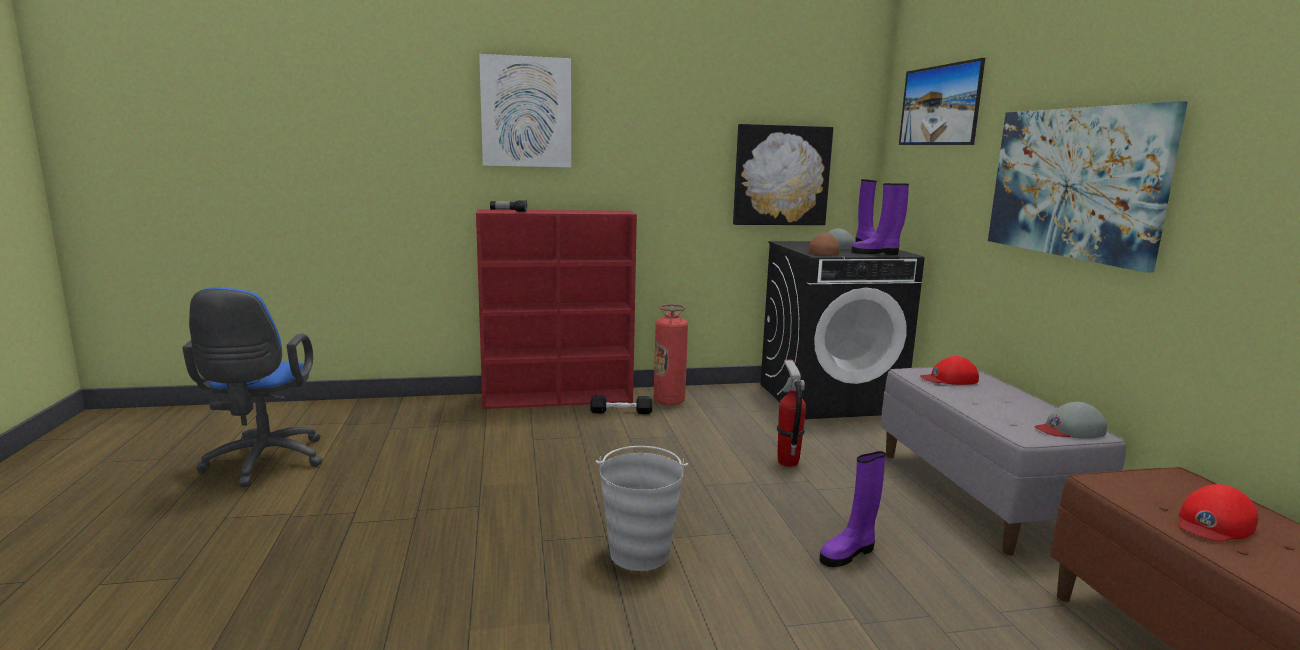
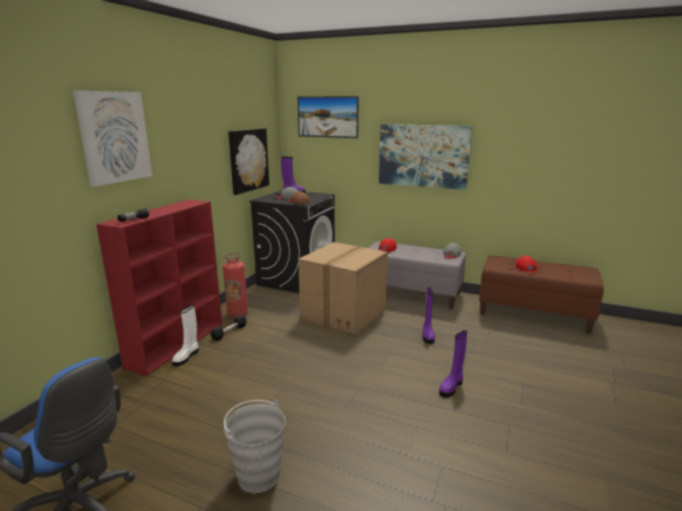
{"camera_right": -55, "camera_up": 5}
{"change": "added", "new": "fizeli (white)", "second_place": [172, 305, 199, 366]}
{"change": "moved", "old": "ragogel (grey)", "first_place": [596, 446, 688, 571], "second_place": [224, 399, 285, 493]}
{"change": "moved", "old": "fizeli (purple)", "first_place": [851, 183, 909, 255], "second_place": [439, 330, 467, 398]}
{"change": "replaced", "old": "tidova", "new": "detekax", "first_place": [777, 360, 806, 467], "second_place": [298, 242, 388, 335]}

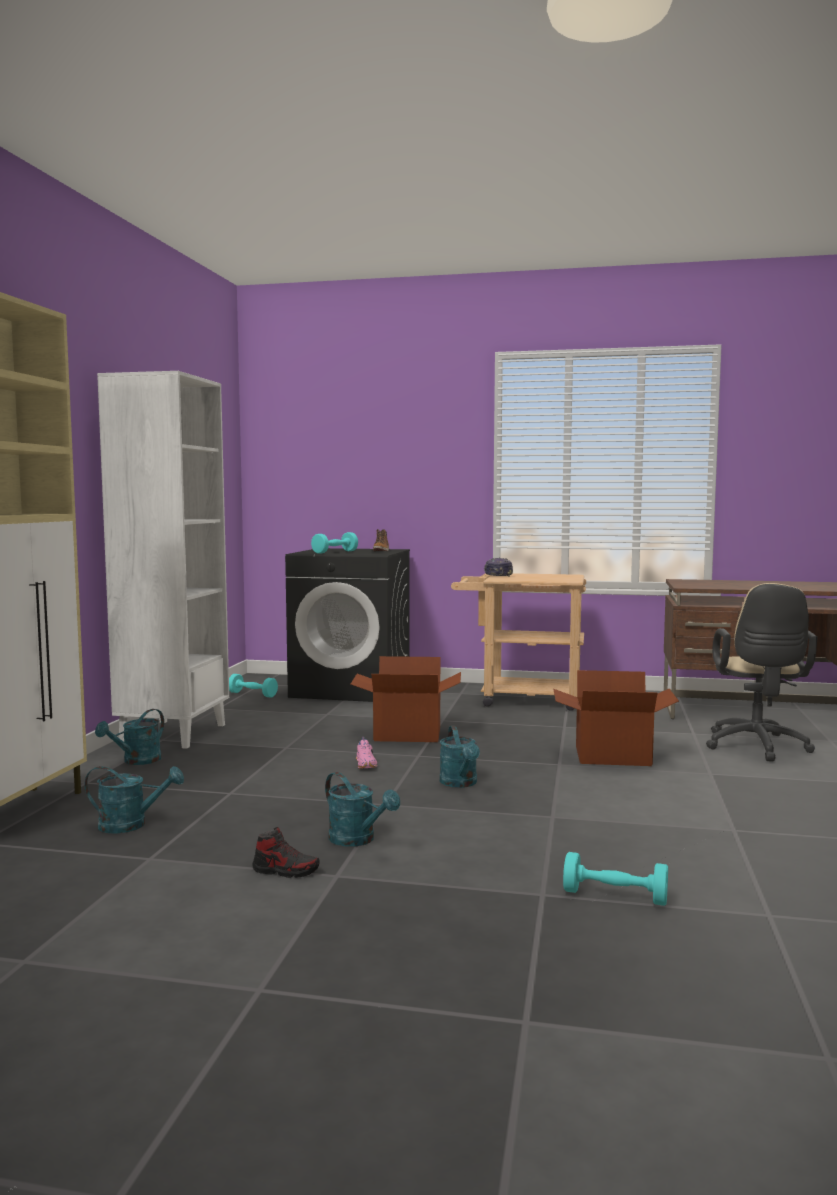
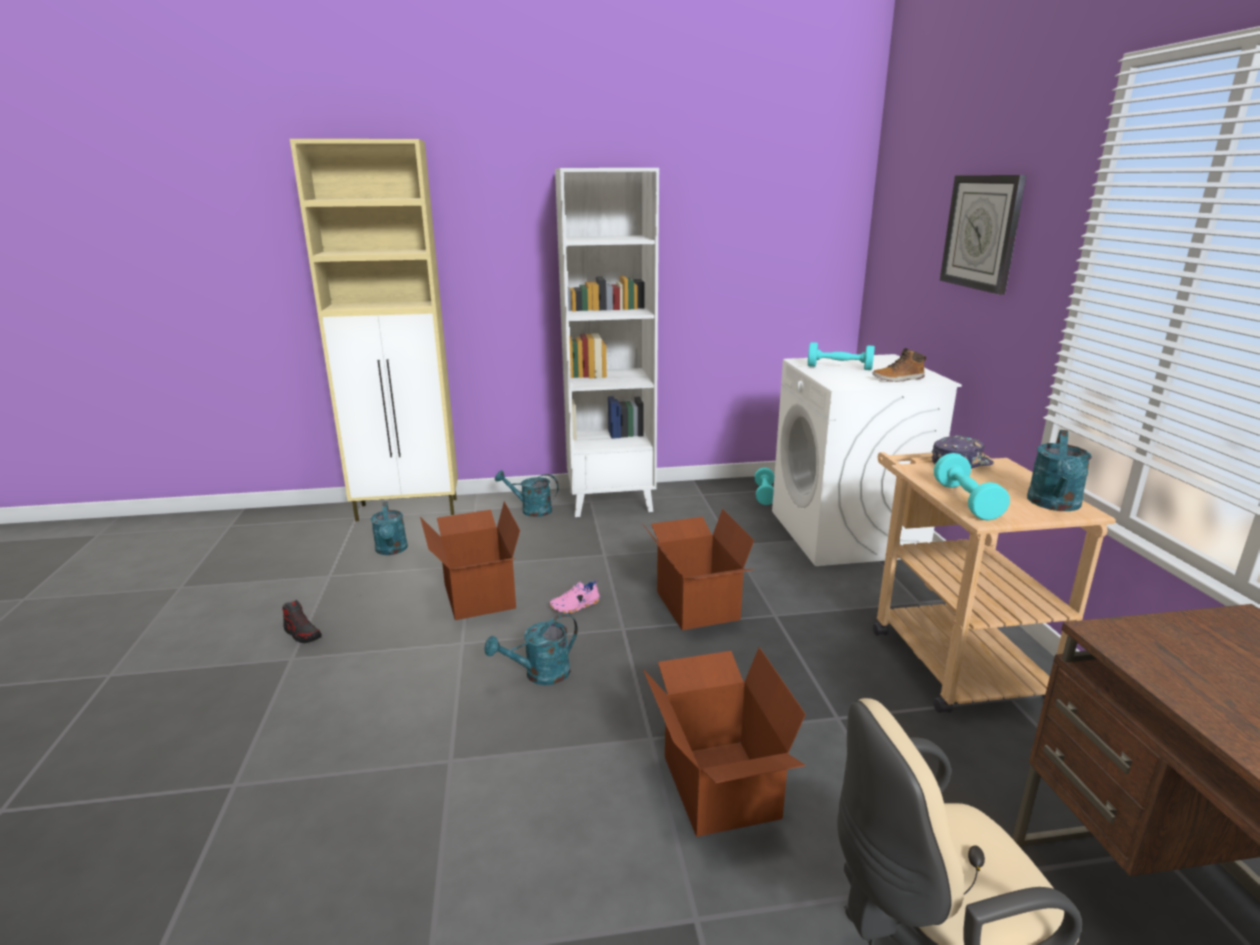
{"camera_right": 70, "camera_up": 15}
{"change": "added", "new": "detekax", "second_place": [420, 501, 520, 620]}
{"change": "added", "new": "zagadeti", "second_place": [940, 175, 1026, 295]}
{"change": "moved", "old": "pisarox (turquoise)", "first_place": [325, 772, 400, 847], "second_place": [1027, 430, 1092, 511]}
{"change": "moved", "old": "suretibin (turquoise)", "first_place": [563, 852, 668, 906], "second_place": [934, 453, 1010, 521]}
{"change": "recoloured", "old": "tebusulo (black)", "new": "tebusulo (white)", "first_place": [285, 548, 410, 702], "second_place": [772, 354, 962, 566]}
{"change": "turned", "old": "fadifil", "first_place": [252, 827, 320, 878], "second_place": [282, 600, 322, 643], "degrees": -45}

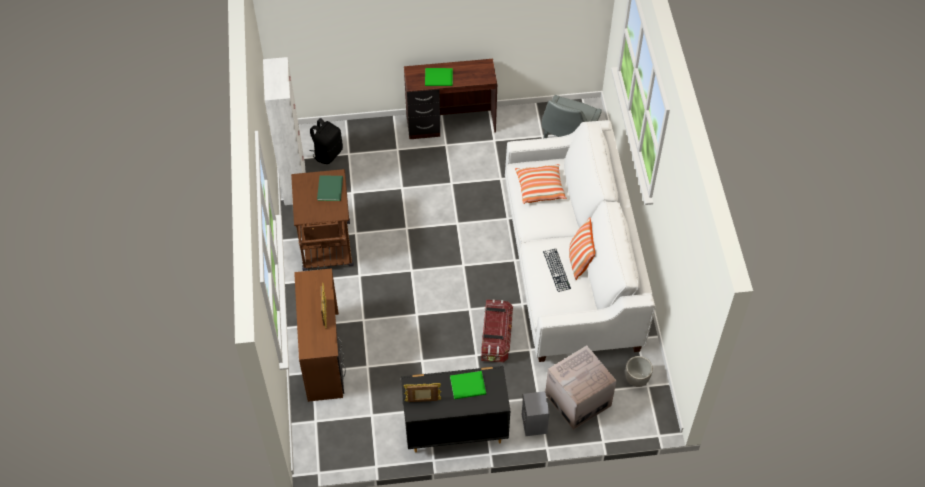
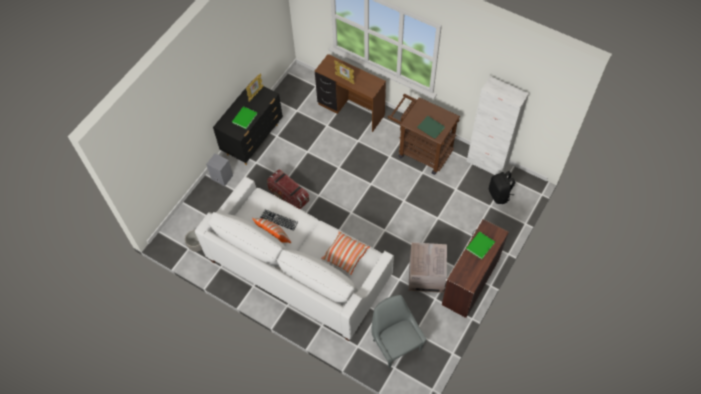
{"camera_right": 130, "camera_up": 5}
{"change": "moved", "old": "detekax", "first_place": [545, 346, 617, 430], "second_place": [408, 242, 447, 293]}

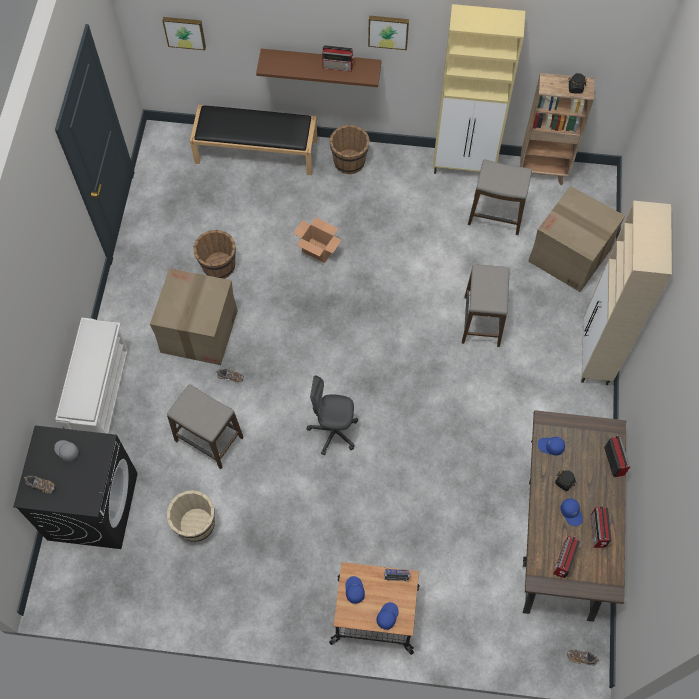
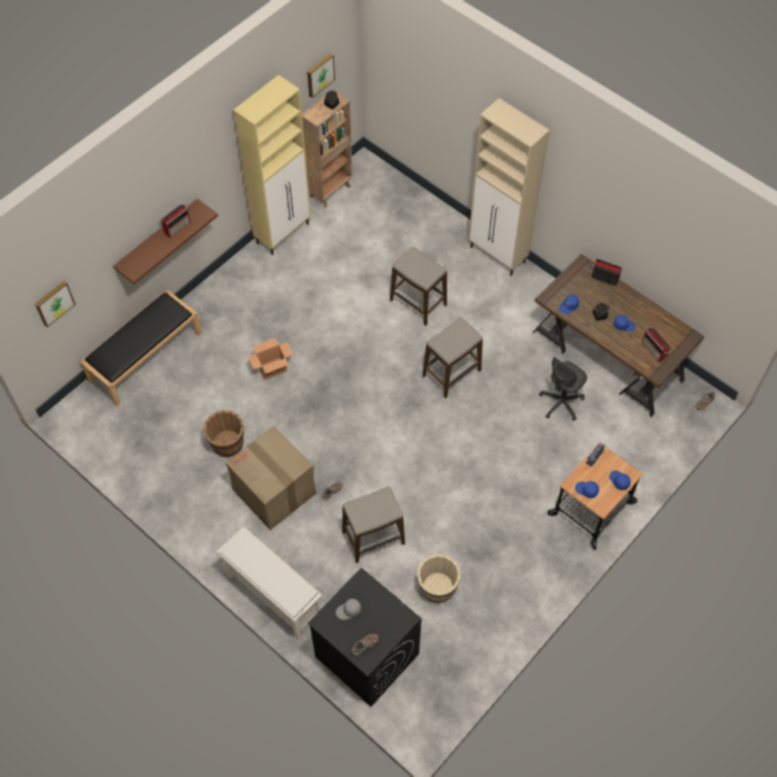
{"camera_right": -55, "camera_up": -5}
{"change": "removed", "old": "ragogel (brown)", "first_place": [329, 125, 370, 174]}
{"change": "removed", "old": "detekax", "first_place": [528, 186, 625, 292]}
{"change": "removed", "old": "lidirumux", "first_place": [590, 506, 612, 548]}
{"change": "moved", "old": "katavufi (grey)", "first_place": [307, 375, 358, 455], "second_place": [539, 357, 587, 421]}
{"change": "moved", "old": "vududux", "first_place": [368, 16, 409, 50], "second_place": [307, 53, 335, 98]}
{"change": "moved", "old": "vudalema", "first_place": [468, 160, 532, 235], "second_place": [422, 317, 483, 398]}

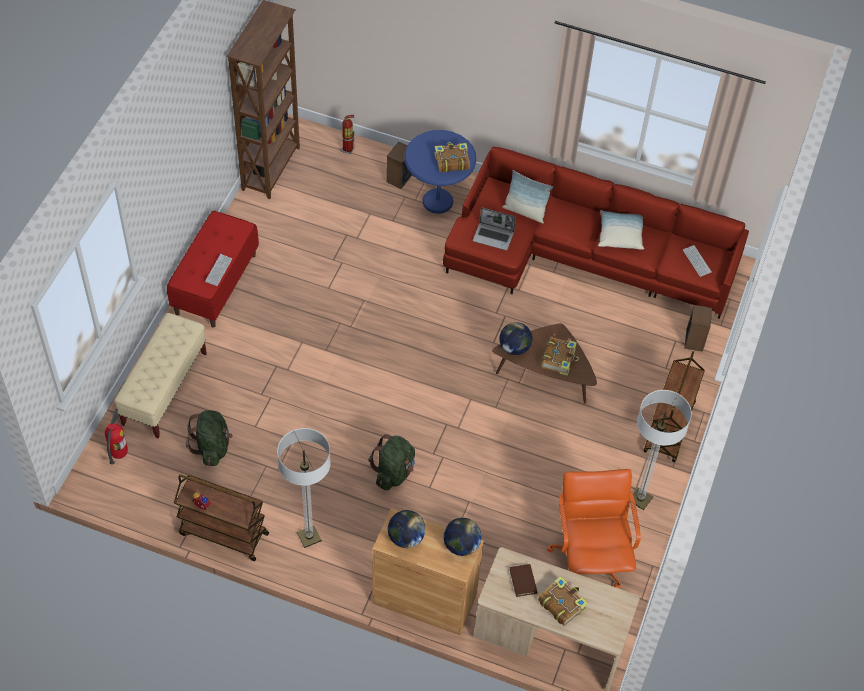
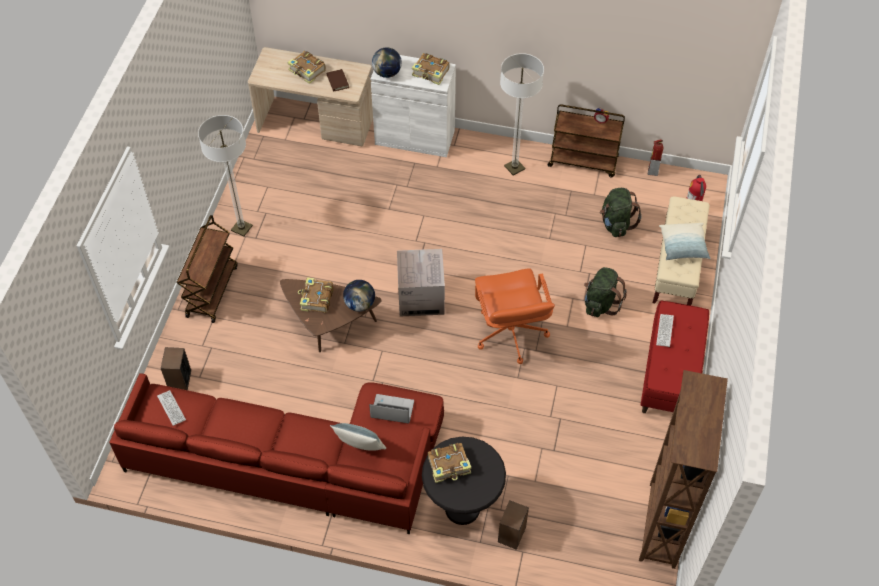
{"camera_right": 175, "camera_up": 0}
{"change": "added", "new": "detekax", "second_place": [397, 249, 445, 316]}
{"change": "moved", "old": "tidova", "first_place": [341, 115, 355, 154], "second_place": [648, 139, 663, 176]}
{"change": "moved", "old": "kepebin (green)", "first_place": [369, 434, 415, 491], "second_place": [584, 267, 627, 317]}
{"change": "moved", "old": "katavufi (orange)", "first_place": [547, 469, 641, 589], "second_place": [475, 268, 555, 364]}
{"change": "moved", "old": "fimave", "first_place": [598, 210, 644, 250], "second_place": [659, 223, 711, 260]}
{"change": "replaced", "old": "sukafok", "new": "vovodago", "first_place": [388, 510, 426, 548], "second_place": [412, 53, 450, 85]}
{"change": "recoloured", "old": "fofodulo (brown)", "new": "fofodulo (white)", "first_place": [372, 508, 484, 635], "second_place": [371, 55, 456, 157]}
{"change": "recoloured", "old": "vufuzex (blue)", "new": "vufuzex (black)", "first_place": [404, 130, 476, 214], "second_place": [422, 437, 506, 525]}

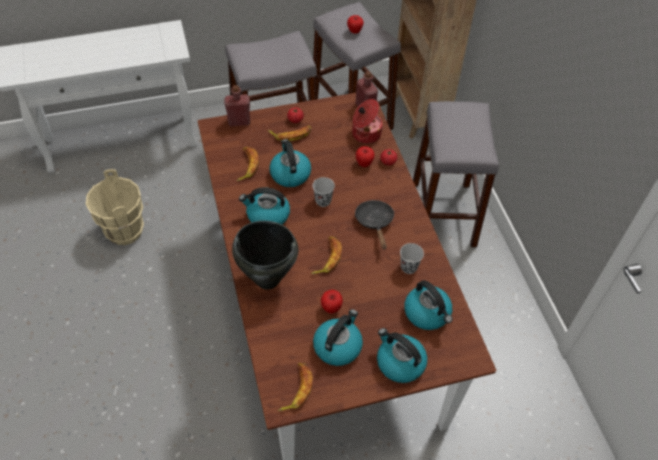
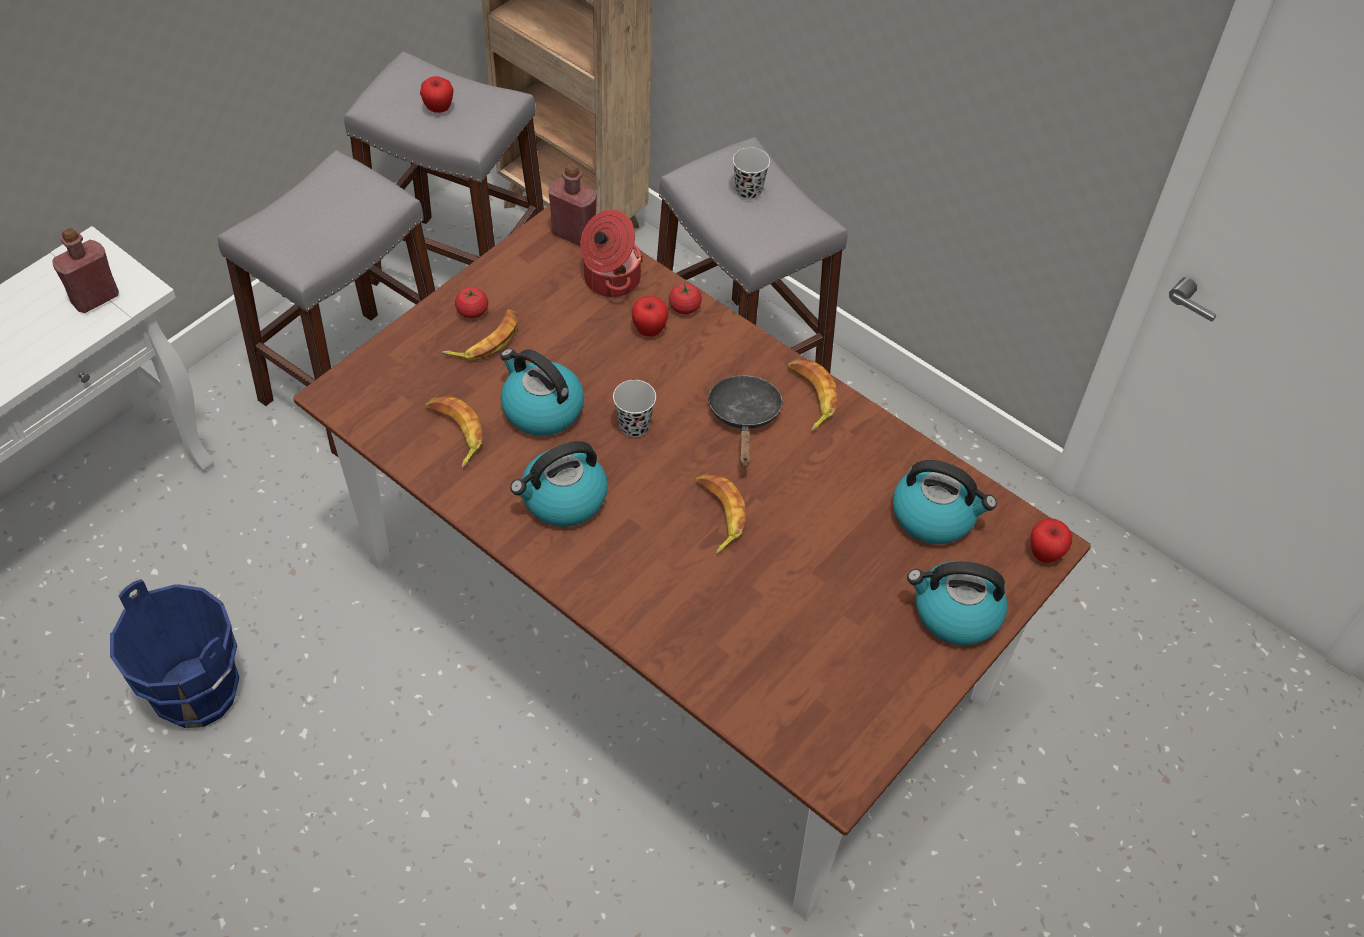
{"camera_right": -35, "camera_up": 0}
{"change": "removed", "old": "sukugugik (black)", "first_place": [232, 221, 299, 290]}
{"change": "removed", "old": "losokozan", "first_place": [313, 309, 363, 366]}
{"change": "moved", "old": "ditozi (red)", "first_place": [224, 85, 251, 126], "second_place": [52, 228, 119, 313]}
{"change": "moved", "old": "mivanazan", "first_place": [278, 363, 313, 411], "second_place": [788, 358, 838, 431]}
{"change": "moved", "old": "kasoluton", "first_place": [321, 290, 343, 314], "second_place": [1031, 518, 1072, 563]}
{"change": "moved", "old": "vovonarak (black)", "first_place": [400, 243, 424, 274], "second_place": [733, 147, 770, 200]}
{"change": "recoloured", "old": "ragogel (beige)", "new": "ragogel (blue)", "first_place": [86, 169, 144, 245], "second_place": [110, 579, 239, 728]}
{"change": "turned", "old": "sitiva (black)", "first_place": [355, 200, 394, 249], "second_place": [707, 375, 784, 467], "degrees": 45}

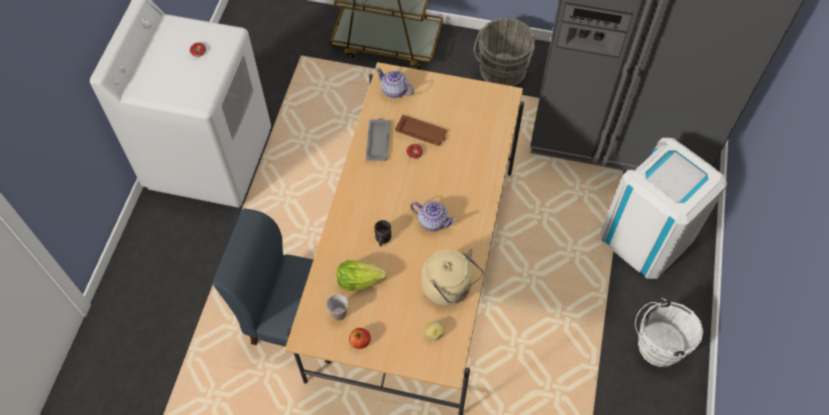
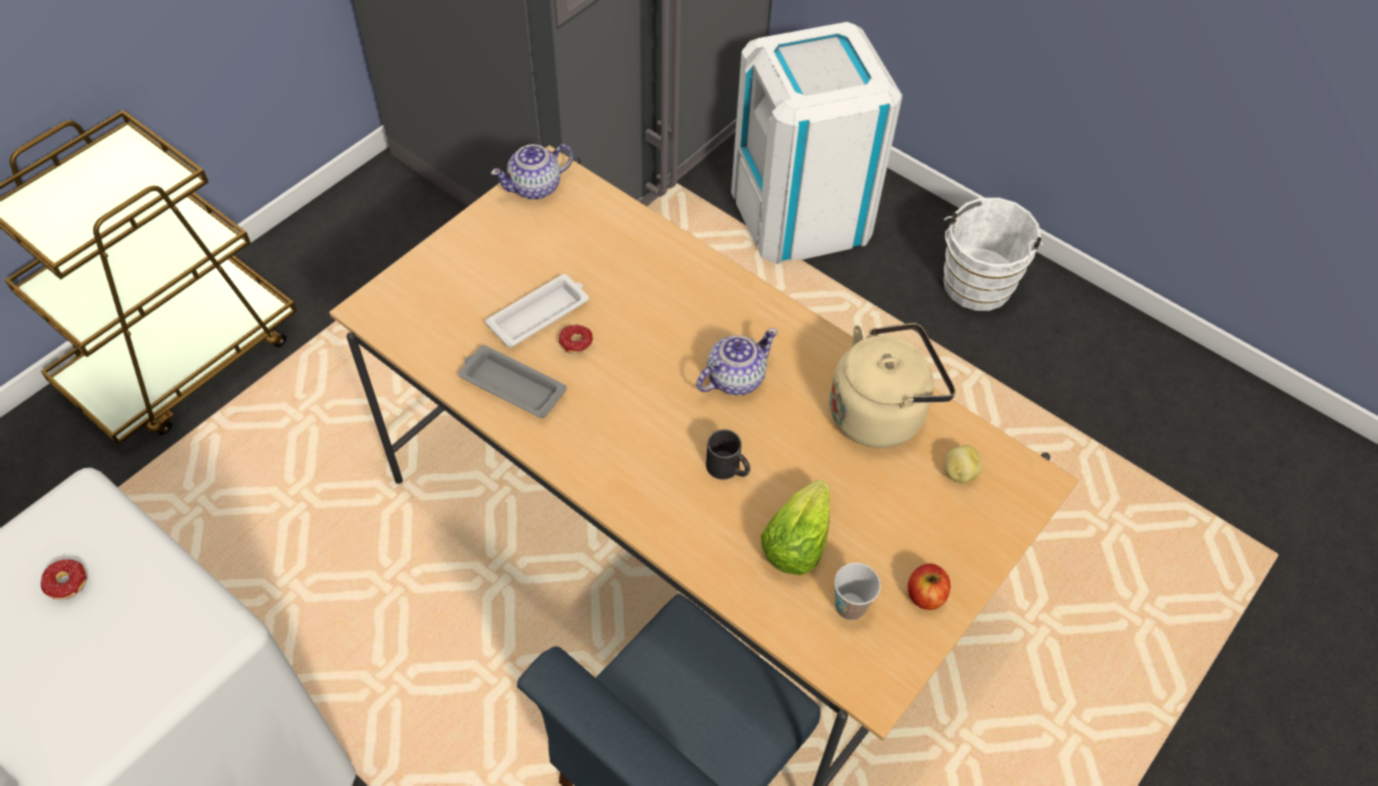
{"camera_right": -65, "camera_up": -5}
{"change": "removed", "old": "ragogel (grey)", "first_place": [474, 18, 535, 86]}
{"change": "moved", "old": "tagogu", "first_place": [376, 68, 414, 98], "second_place": [491, 144, 574, 200]}
{"change": "recoloured", "old": "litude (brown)", "new": "litude (white)", "first_place": [395, 115, 447, 146], "second_place": [485, 274, 589, 347]}

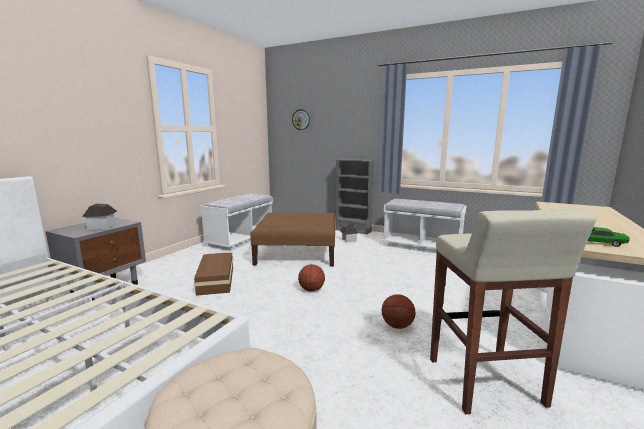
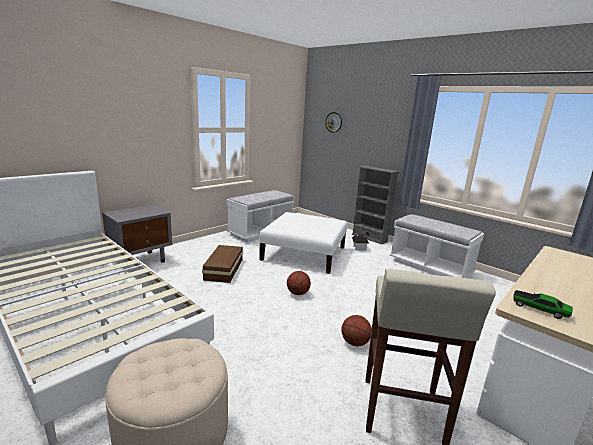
{"camera_right": 15, "camera_up": 5}
{"change": "removed", "old": "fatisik", "first_place": [82, 203, 117, 230]}
{"change": "recoloured", "old": "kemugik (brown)", "new": "kemugik (white)", "first_place": [250, 212, 335, 267], "second_place": [259, 212, 348, 274]}

